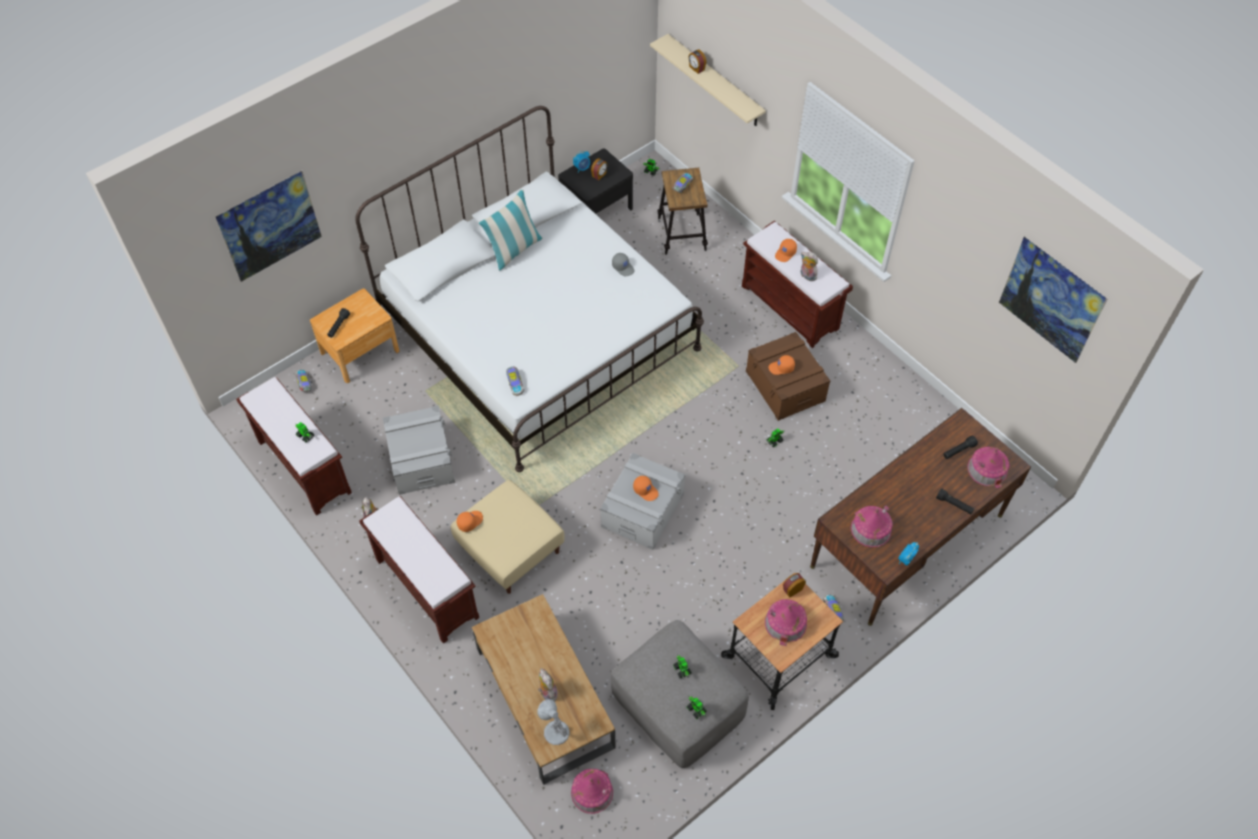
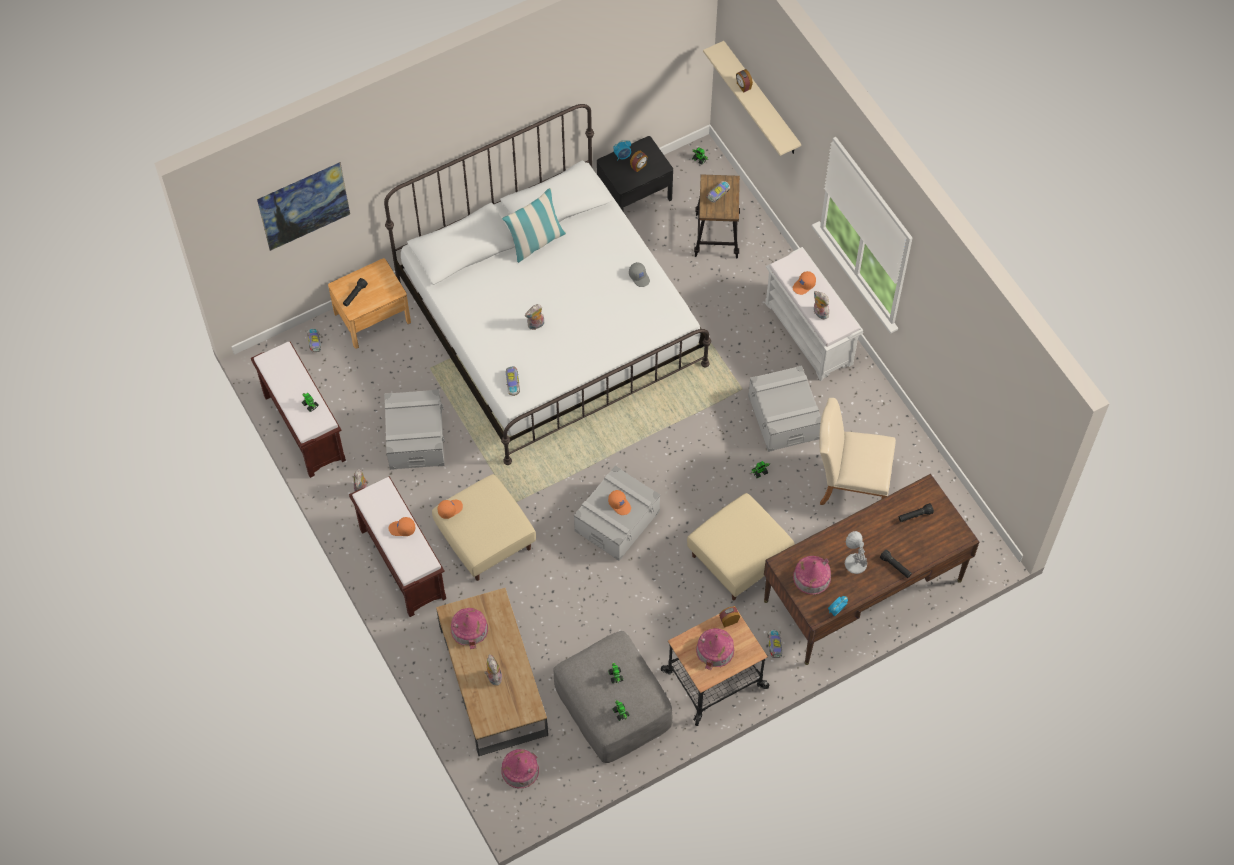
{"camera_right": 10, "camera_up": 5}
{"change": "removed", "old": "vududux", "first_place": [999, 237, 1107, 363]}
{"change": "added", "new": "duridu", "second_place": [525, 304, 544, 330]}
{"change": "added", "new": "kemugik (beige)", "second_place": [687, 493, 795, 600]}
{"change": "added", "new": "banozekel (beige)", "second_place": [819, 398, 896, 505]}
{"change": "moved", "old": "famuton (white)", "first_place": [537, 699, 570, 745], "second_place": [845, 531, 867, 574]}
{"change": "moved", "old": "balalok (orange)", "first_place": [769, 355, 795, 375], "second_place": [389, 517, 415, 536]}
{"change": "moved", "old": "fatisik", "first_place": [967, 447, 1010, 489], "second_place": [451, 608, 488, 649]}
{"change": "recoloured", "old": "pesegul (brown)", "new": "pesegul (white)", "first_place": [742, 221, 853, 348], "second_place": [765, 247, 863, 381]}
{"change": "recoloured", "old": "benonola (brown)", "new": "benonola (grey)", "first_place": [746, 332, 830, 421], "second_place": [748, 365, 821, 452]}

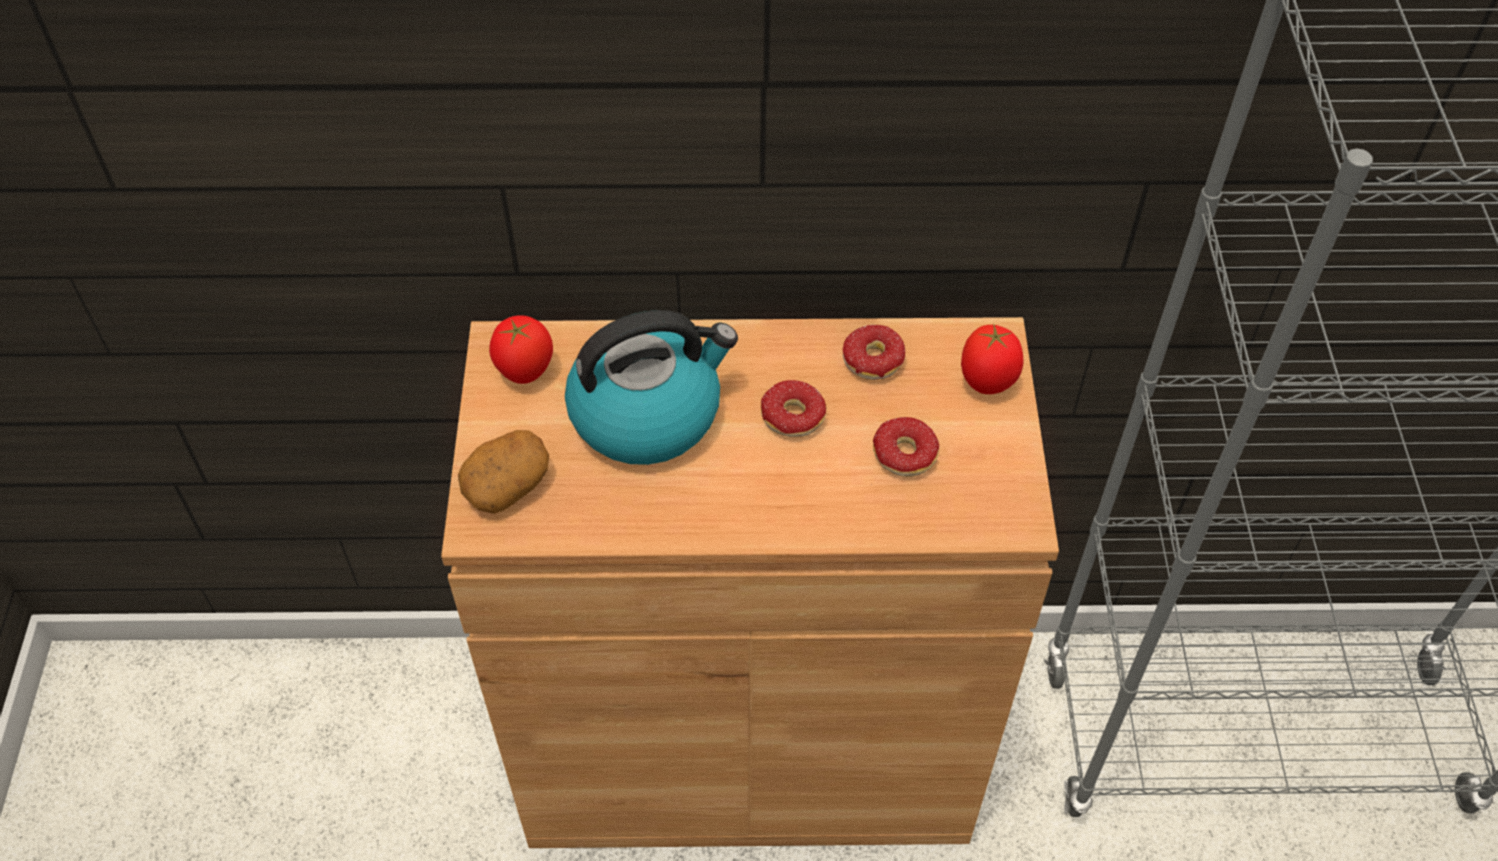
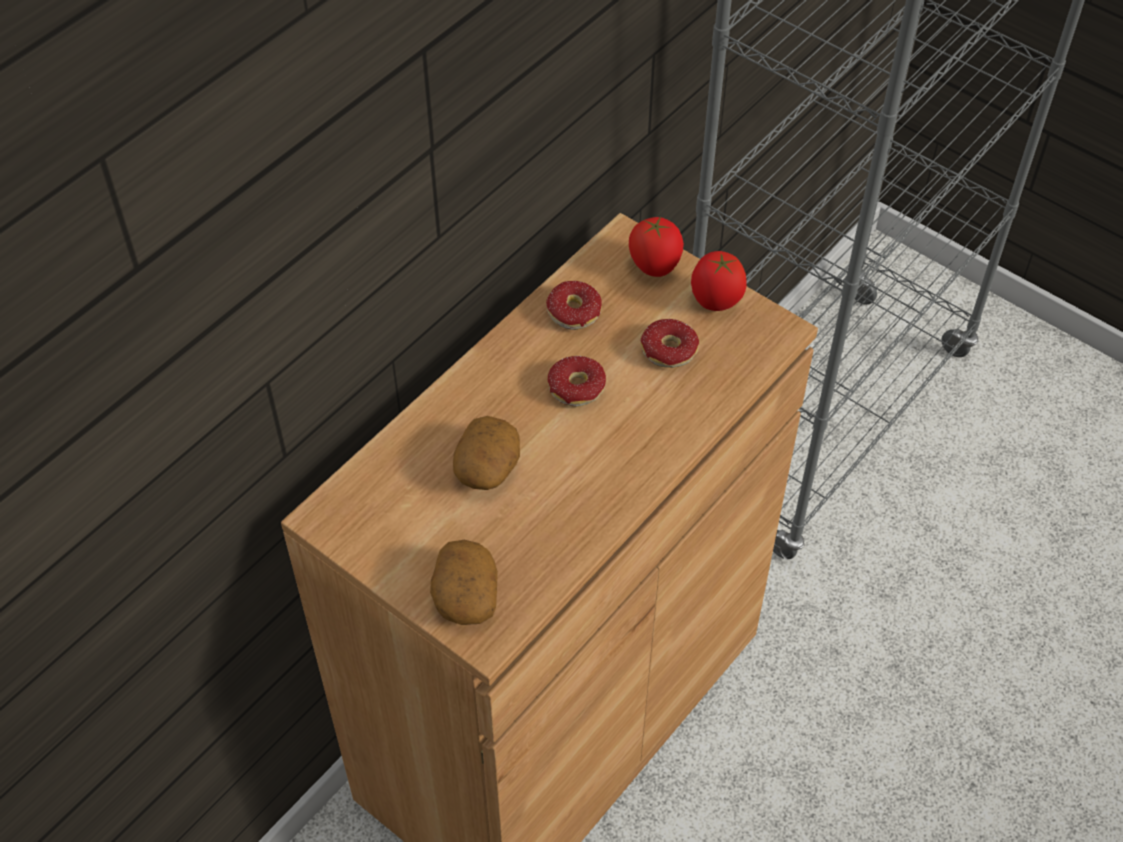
{"camera_right": -50, "camera_up": 0}
{"change": "moved", "old": "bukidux", "first_place": [489, 315, 553, 384], "second_place": [691, 251, 747, 311]}
{"change": "replaced", "old": "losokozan", "new": "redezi", "first_place": [565, 310, 738, 465], "second_place": [453, 416, 520, 490]}

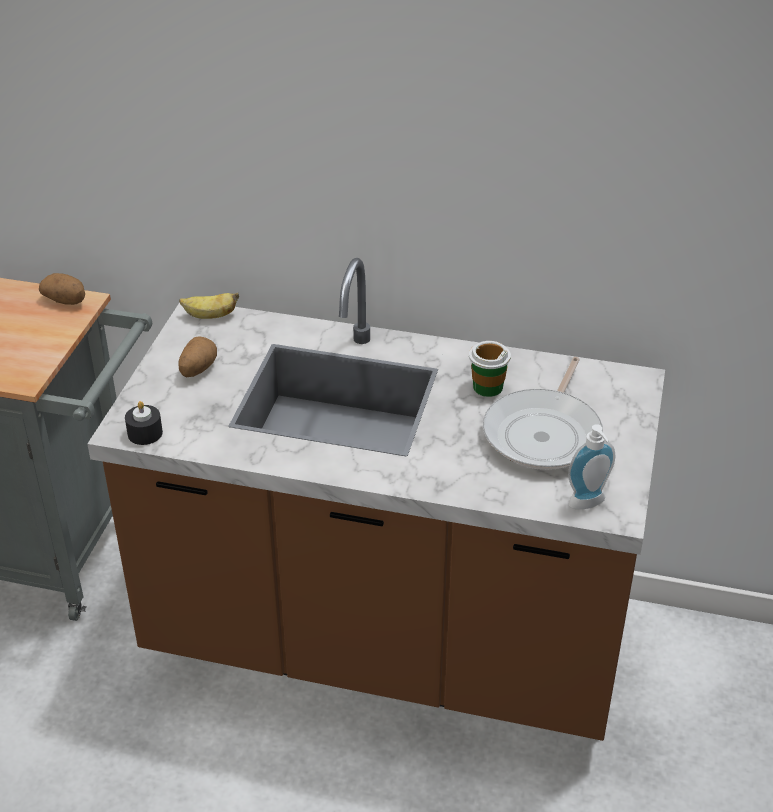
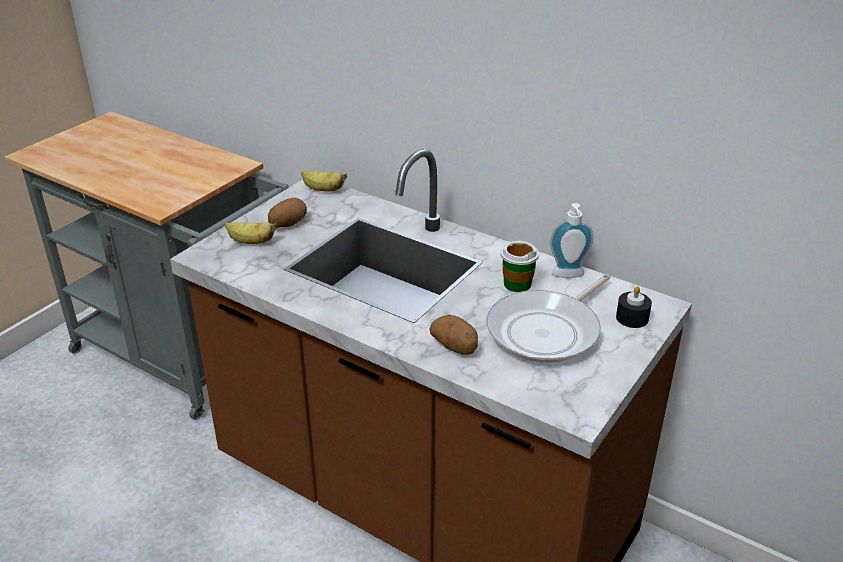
{"camera_right": 20, "camera_up": -5}
{"change": "added", "new": "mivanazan", "second_place": [225, 222, 277, 244]}
{"change": "moved", "old": "redezi", "first_place": [39, 273, 85, 305], "second_place": [429, 315, 478, 355]}
{"change": "moved", "old": "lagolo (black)", "first_place": [125, 401, 163, 445], "second_place": [616, 286, 652, 328]}
{"change": "moved", "old": "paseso", "first_place": [568, 424, 615, 509], "second_place": [550, 203, 593, 278]}

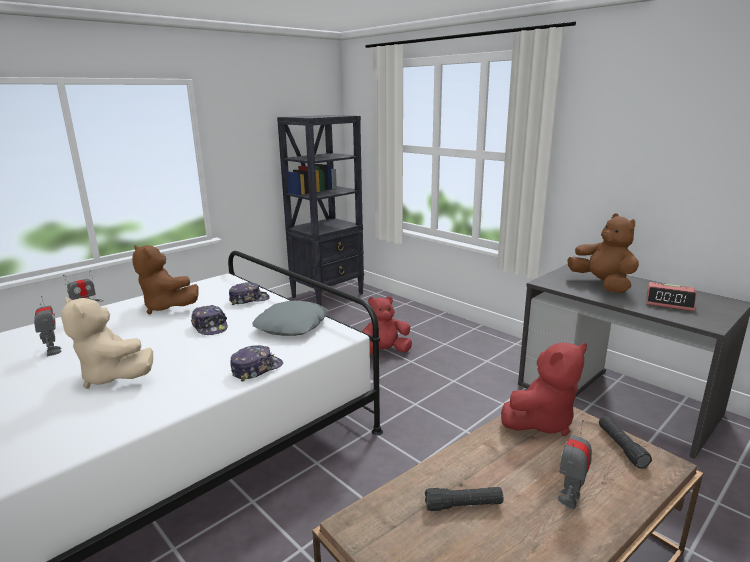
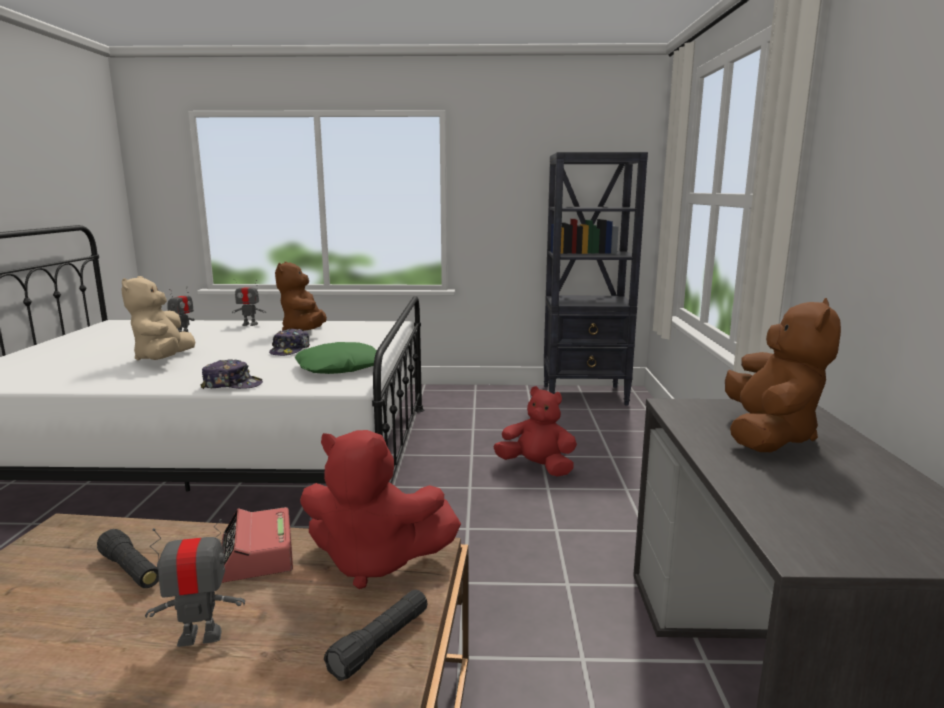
{"camera_right": 45, "camera_up": -5}
{"change": "removed", "old": "balalok", "first_place": [229, 282, 270, 305]}
{"change": "moved", "old": "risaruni", "first_place": [646, 282, 697, 311], "second_place": [222, 507, 293, 583]}
{"change": "recoloured", "old": "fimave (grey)", "new": "fimave (green)", "first_place": [252, 301, 328, 336], "second_place": [295, 342, 377, 374]}

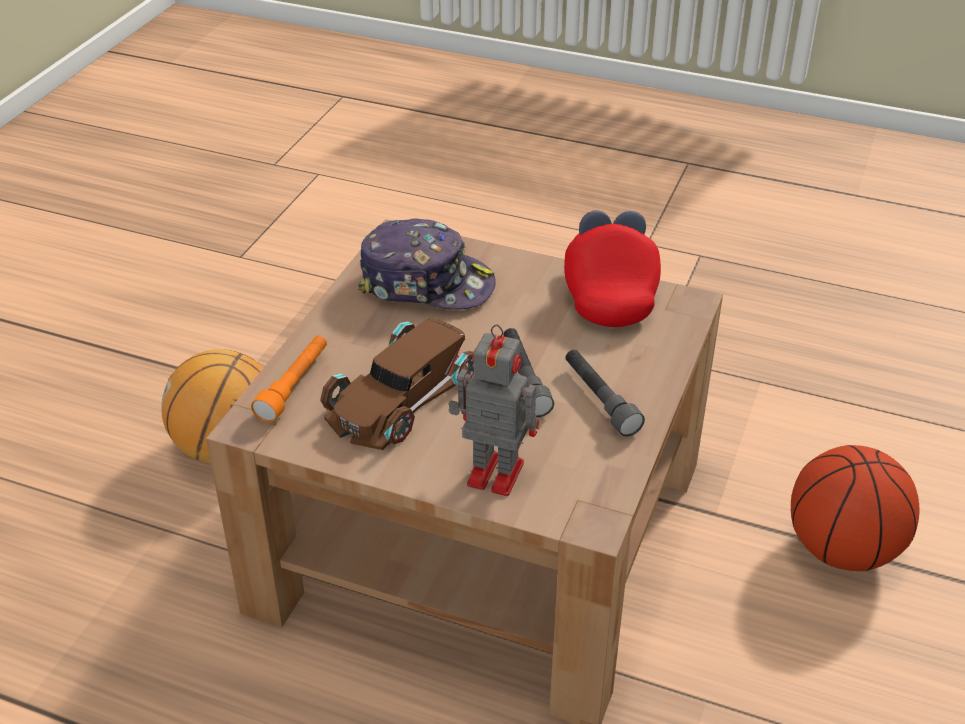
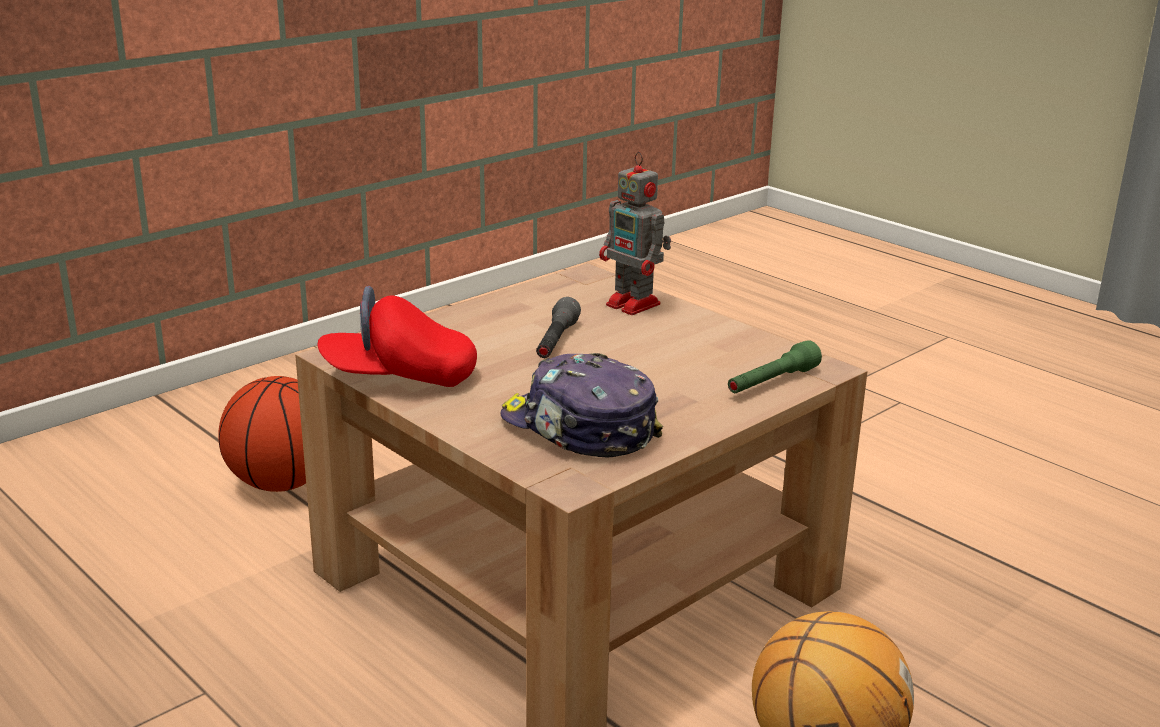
{"camera_right": -155, "camera_up": -15}
{"change": "removed", "old": "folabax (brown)", "first_place": [320, 318, 474, 450]}
{"change": "removed", "old": "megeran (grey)", "first_place": [565, 350, 645, 437]}
{"change": "recoloured", "old": "megeran (orange)", "new": "megeran (green)", "first_place": [251, 336, 327, 422], "second_place": [728, 340, 822, 393]}
{"change": "turned", "old": "balalok (red)", "first_place": [564, 210, 661, 327], "second_place": [317, 286, 477, 387], "degrees": 60}

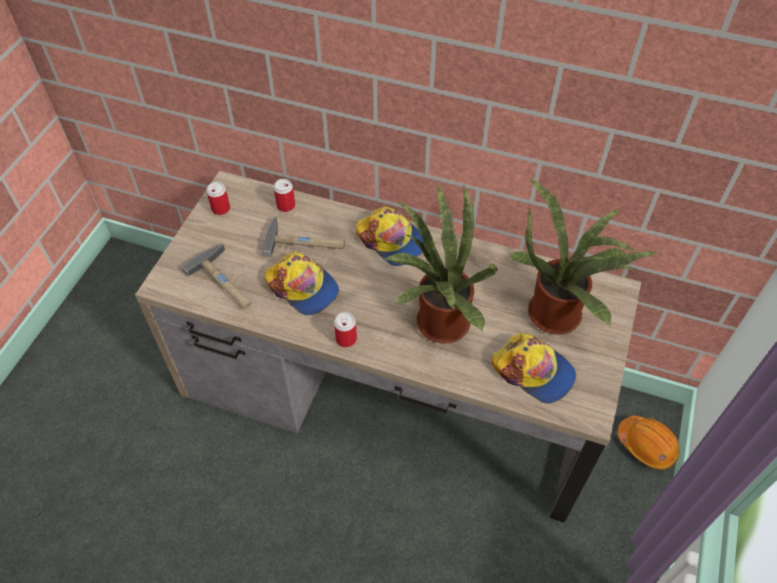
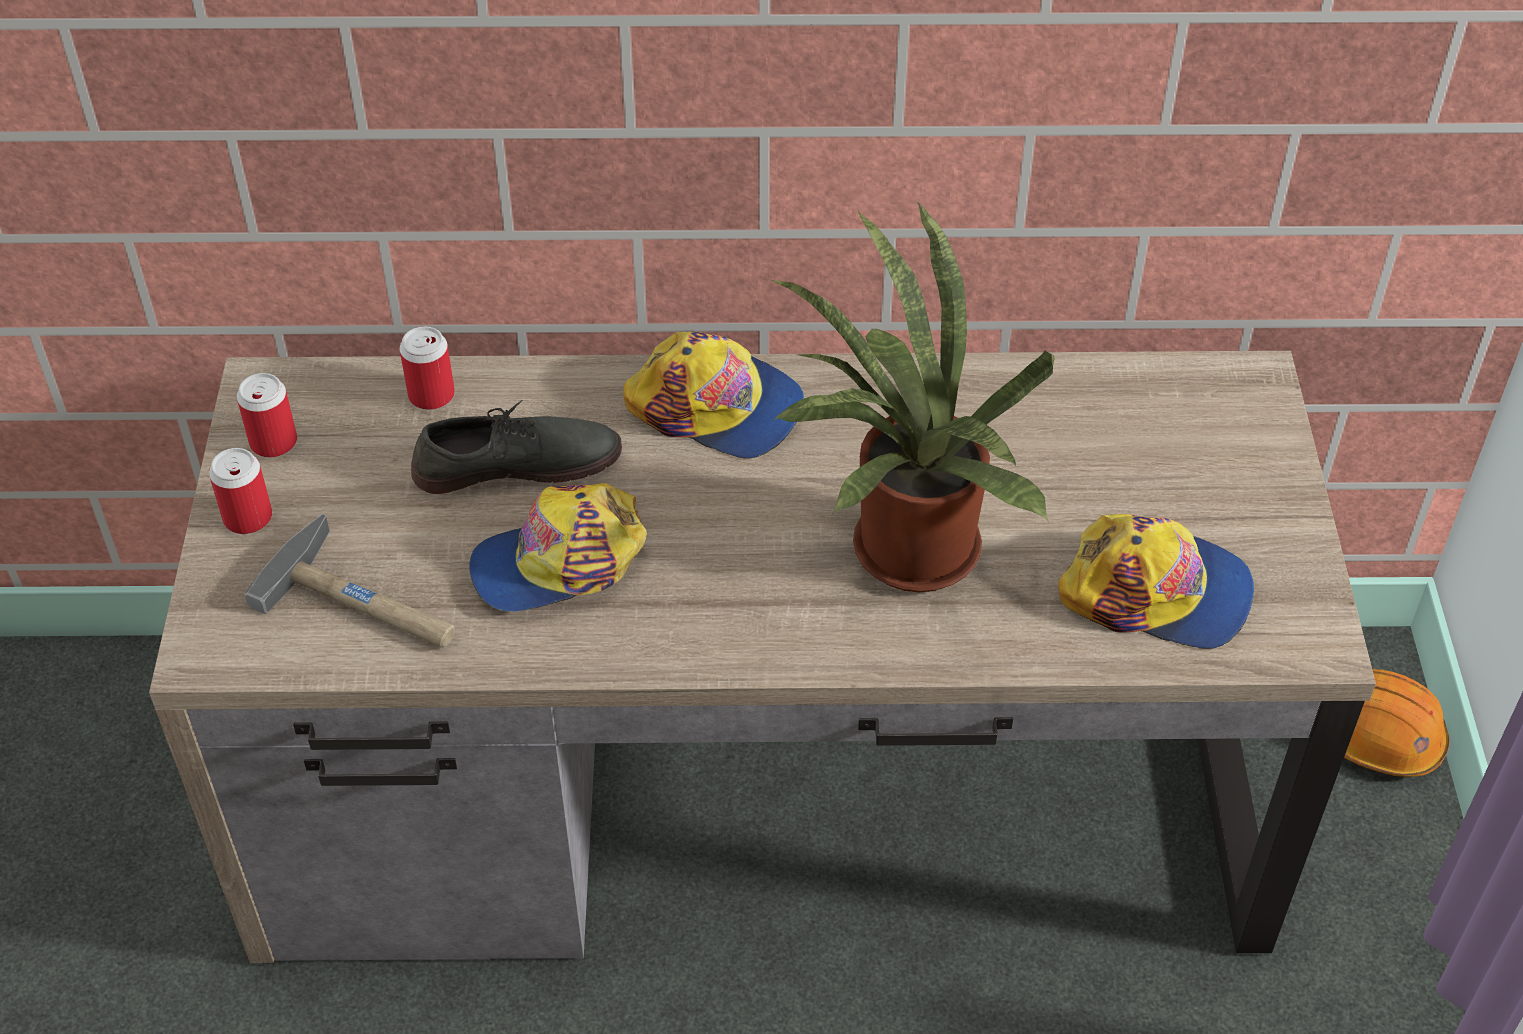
{"camera_right": -20, "camera_up": -5}
{"change": "removed", "old": "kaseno", "first_place": [508, 178, 659, 335]}
{"change": "moved", "old": "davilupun", "first_place": [334, 312, 357, 347], "second_place": [209, 448, 272, 534]}
{"change": "replaced", "old": "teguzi", "new": "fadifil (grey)", "first_place": [262, 216, 345, 257], "second_place": [411, 400, 622, 494]}
{"change": "turned", "old": "balalok", "first_place": [265, 252, 339, 315], "second_place": [469, 483, 647, 612], "degrees": 135}

